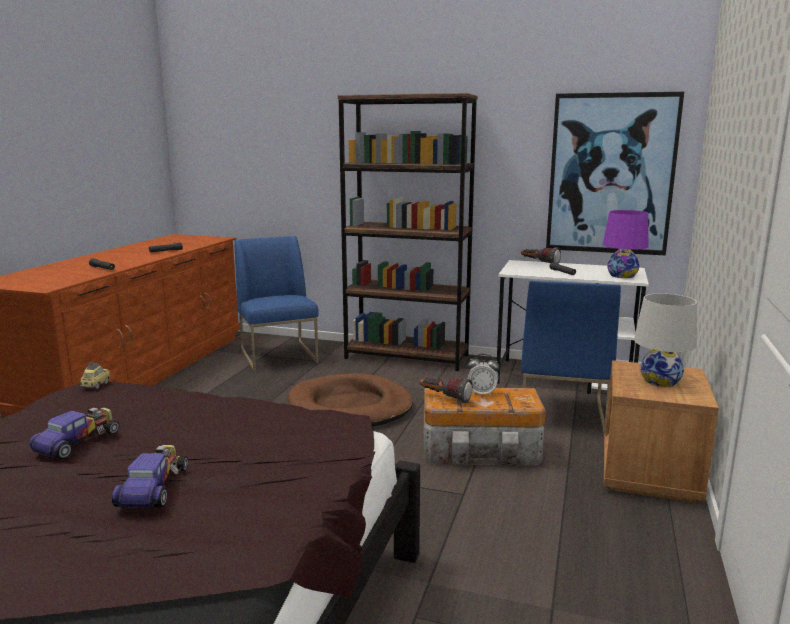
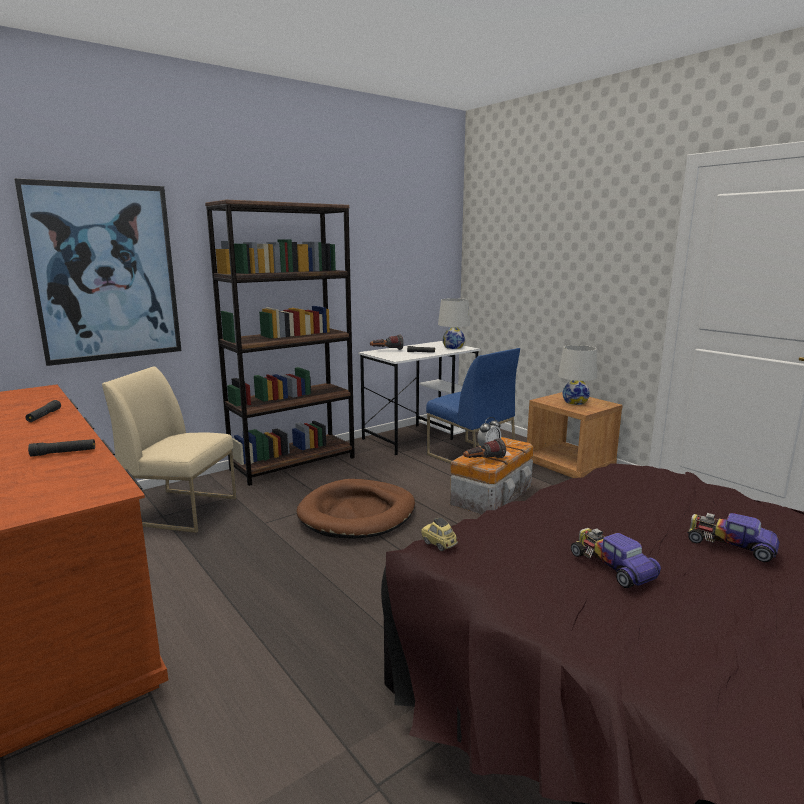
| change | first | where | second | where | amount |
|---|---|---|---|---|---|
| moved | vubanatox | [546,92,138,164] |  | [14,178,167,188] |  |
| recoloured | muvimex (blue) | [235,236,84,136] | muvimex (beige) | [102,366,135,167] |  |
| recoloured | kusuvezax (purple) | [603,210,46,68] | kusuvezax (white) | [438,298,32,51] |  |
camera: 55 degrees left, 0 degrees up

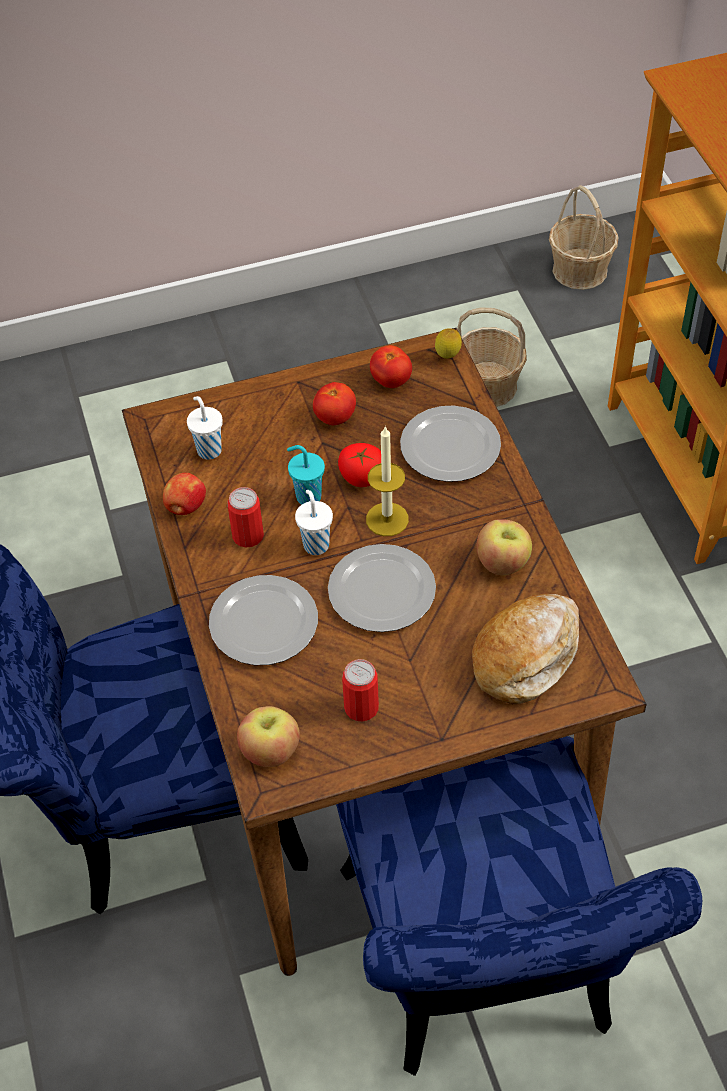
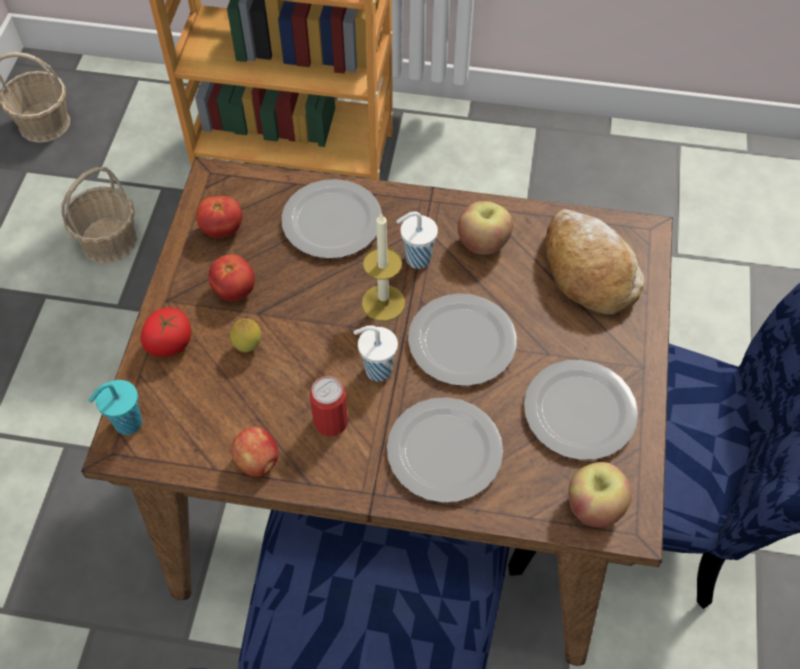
| change | first | where | second | where | amount |
|---|---|---|---|---|---|
| moved | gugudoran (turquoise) | [287,445,38,60] |  | [89,380,53,55] |  |
| moved | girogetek | [338,443,43,44] |  | [141,307,50,50] |  |
| moved | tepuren | [435,328,27,31] |  | [230,318,31,34] |  |
| moved | gugudoran (white) | [187,396,36,64] |  | [396,211,42,58] |  |
| replaced | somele | [342,659,37,62] | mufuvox | [524,360,114,100] |  |
camera: 65 degrees left, 5 degrees up

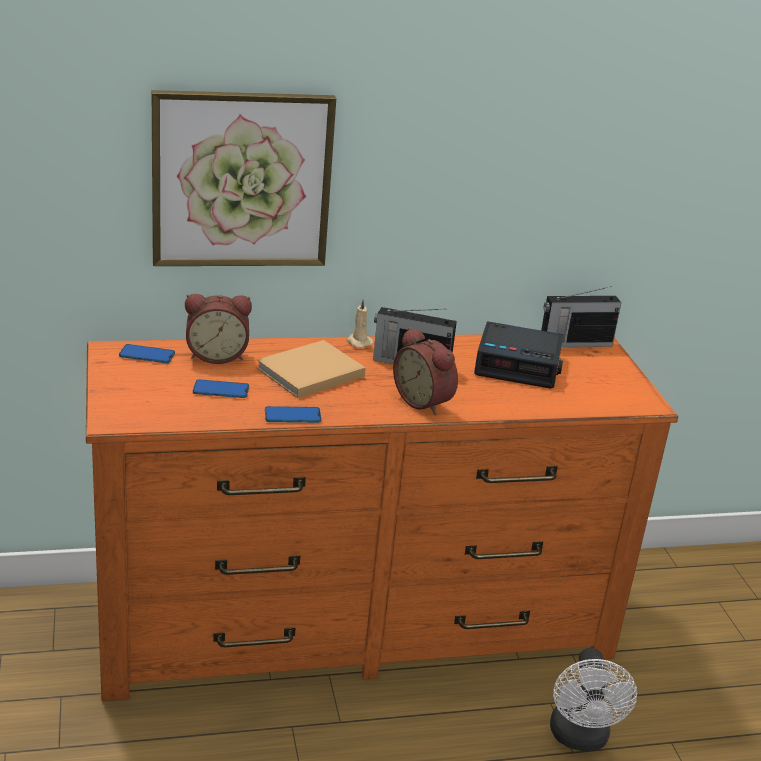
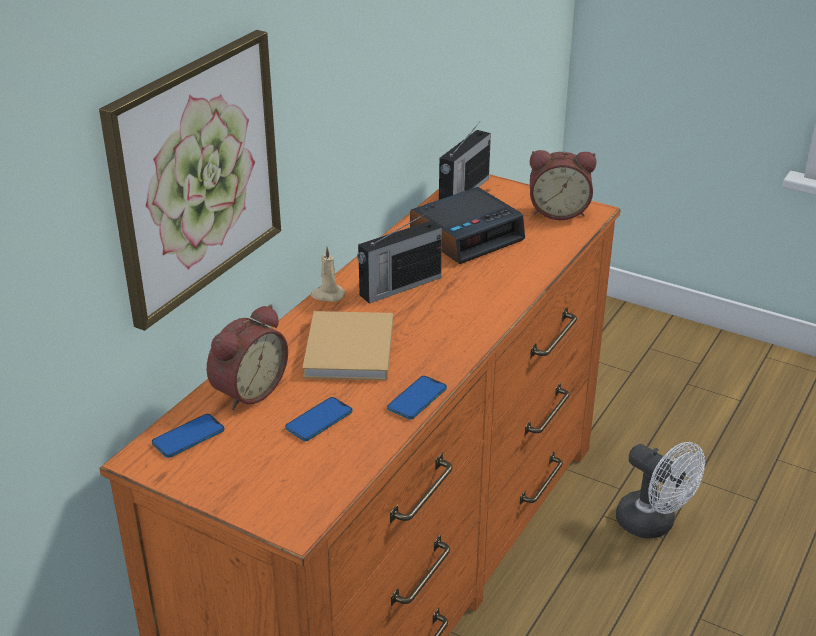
| change | first | where | second | where | amount |
|---|---|---|---|---|---|
| moved | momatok | [393,327,65,88] |  | [530,150,67,70] |  |
camera: 45 degrees left, 5 degrees up

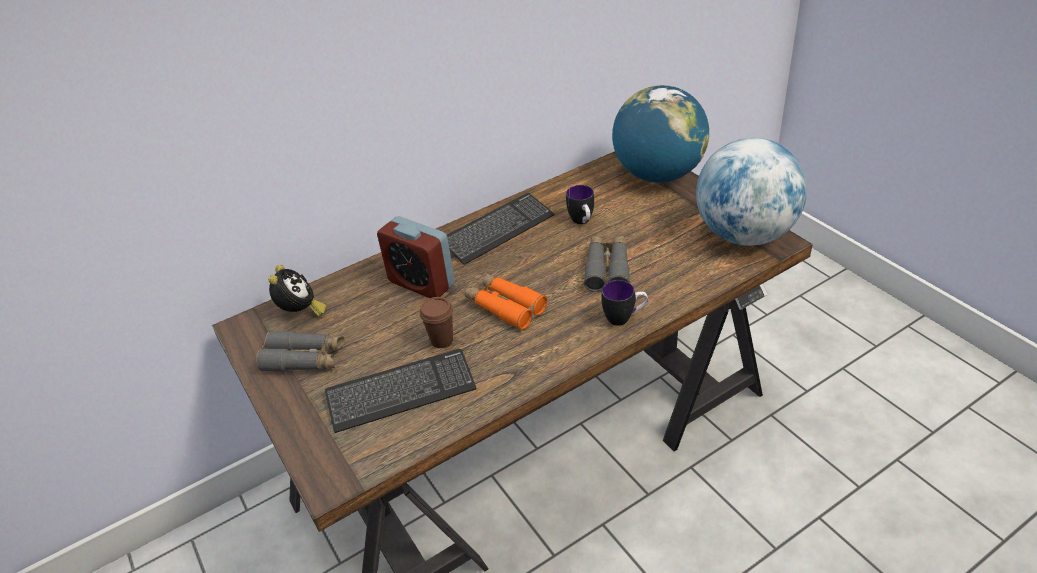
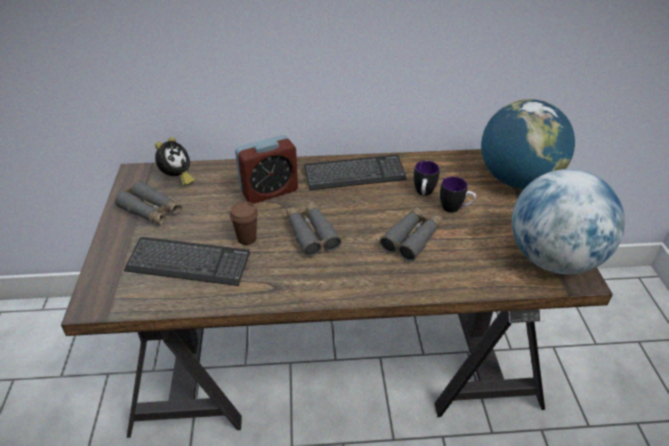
| change | first | where | second | where | amount |
|---|---|---|---|---|---|
| turned | momatok | [377,216,78,82] |  | [235,135,63,69] | 90 degrees counterclockwise |
| recoloured | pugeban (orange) | [465,273,82,57] | pugeban (grey) | [286,202,55,55] |  |
| moved | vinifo | [602,280,46,46] |  | [440,177,36,36] |  |
camera: 25 degrees right, 0 degrees up

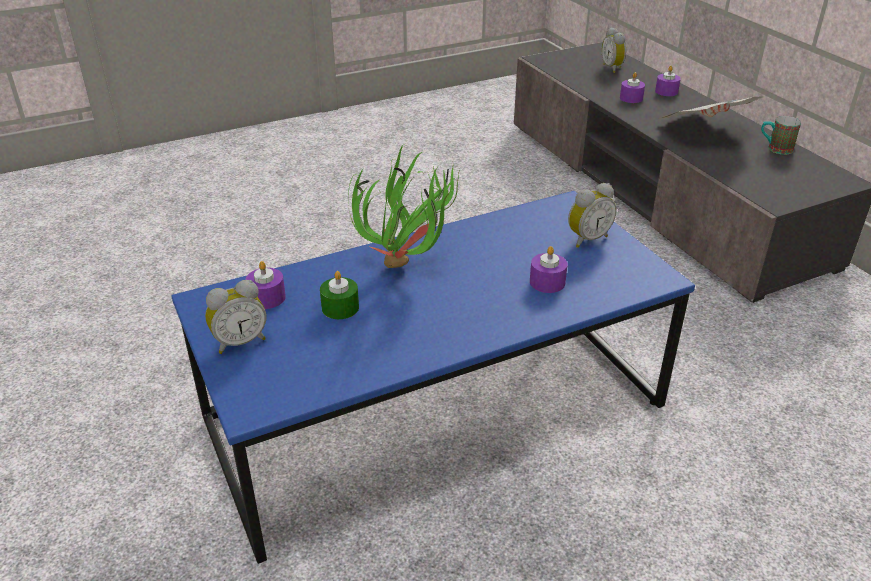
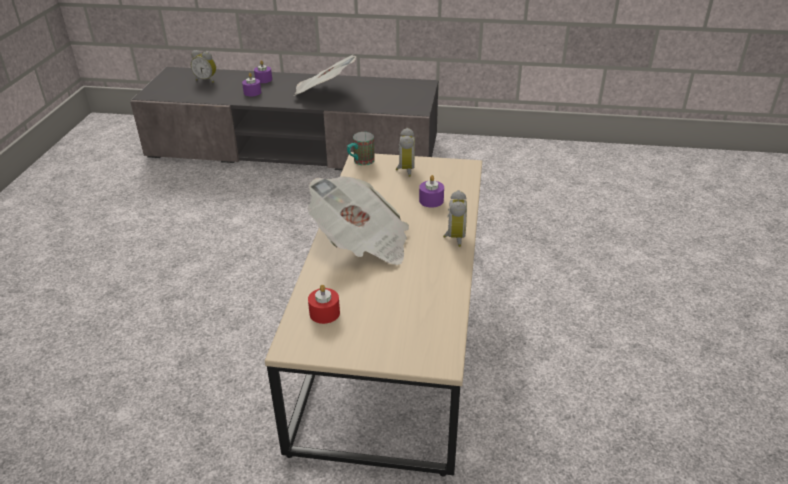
| change | first | where | second | where | amount |
|---|---|---|---|---|---|
| recoloured | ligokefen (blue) | [171,191,524,373] | ligokefen (beige) | [265,152,217,324] |  |
| replaced | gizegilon | [348,144,112,124] | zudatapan | [307,176,102,89] |  |
| recoloured | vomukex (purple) | [245,261,41,48] | vomukex (red) | [308,285,32,39] |  |
| moved | vinifo | [761,116,40,39] |  | [347,132,28,34] |  |
| moved | momatok | [205,280,62,74] |  | [443,190,24,57] |  |
| removed | vomukex (green) | [320,271,39,48] |  |  |  |
camera: 55 degrees left, 0 degrees up

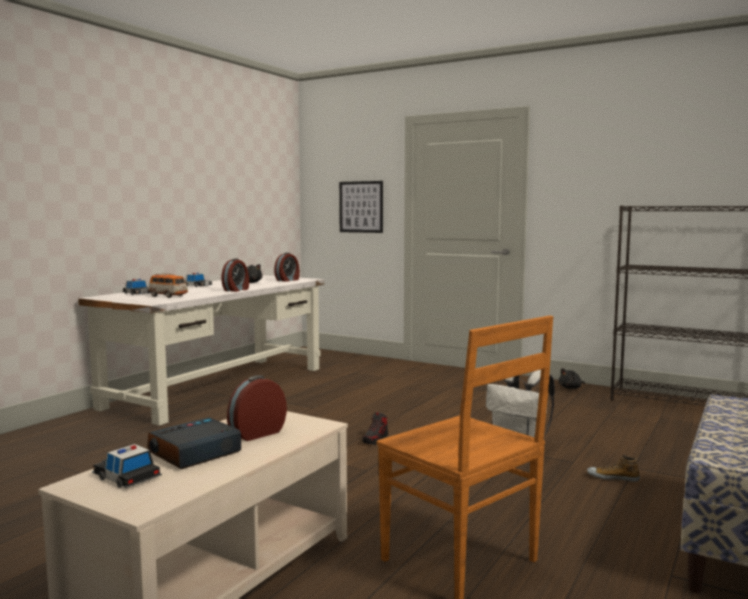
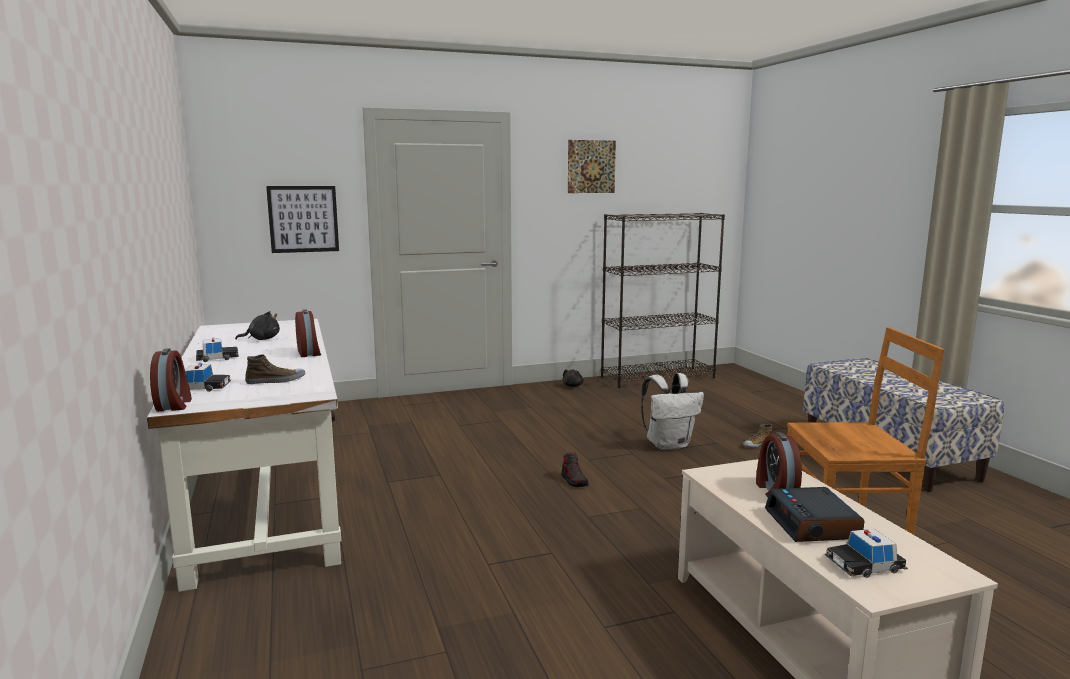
| change | first | where | second | where | amount |
|---|---|---|---|---|---|
| moved | momatok | [274,253,26,29] |  | [150,348,42,64] |  |
| replaced | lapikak | [148,273,40,25] | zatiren | [245,354,60,30] |  |
| added |  |  | vubanatox | [568,140,48,53] |  |
camera: 50 degrees left, 5 degrees up

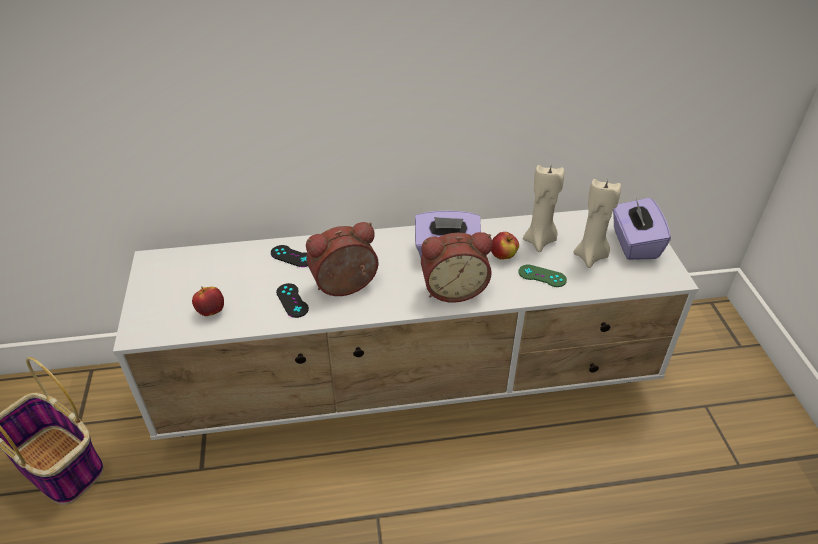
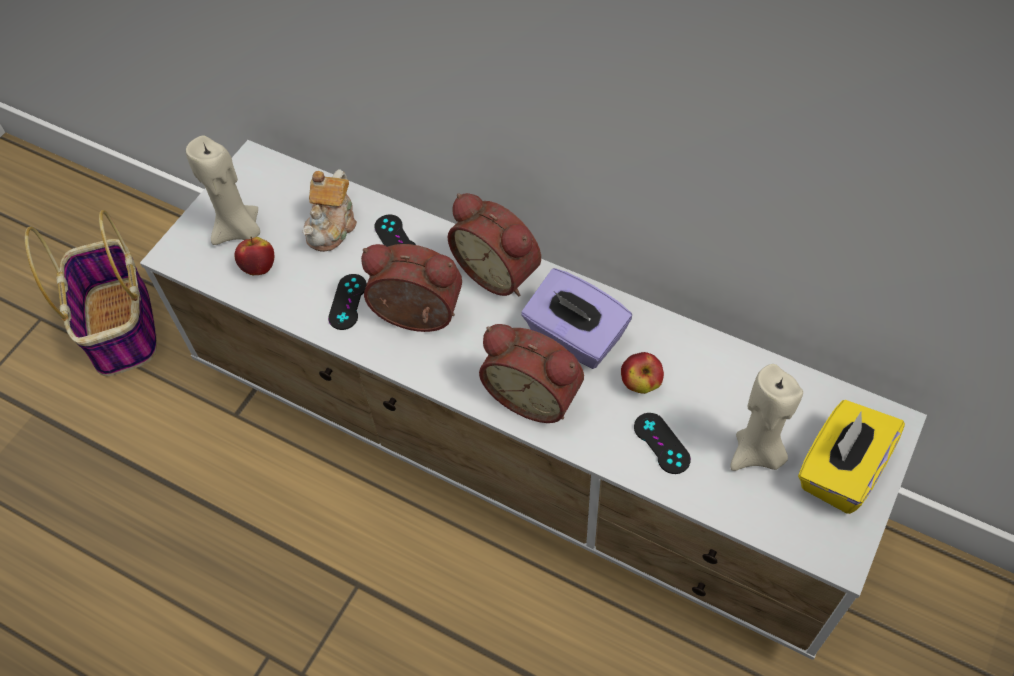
| change | first | where | second | where | amount |
|---|---|---|---|---|---|
| moved | vomukex (beige) | [523,165,41,87] |  | [186,136,74,109] |  |
| added |  |  | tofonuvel | [303,169,54,83] |  |
| added |  |  | momatok | [448,193,93,103] |  |
| recoloured | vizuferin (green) | [518,265,49,22] | vizuferin (black) | [634,413,57,61] |  |
| recoloured | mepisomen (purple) | [613,198,58,62] | mepisomen (yellow) | [798,400,107,114] |  |
camera: 40 degrees right, 15 degrees up

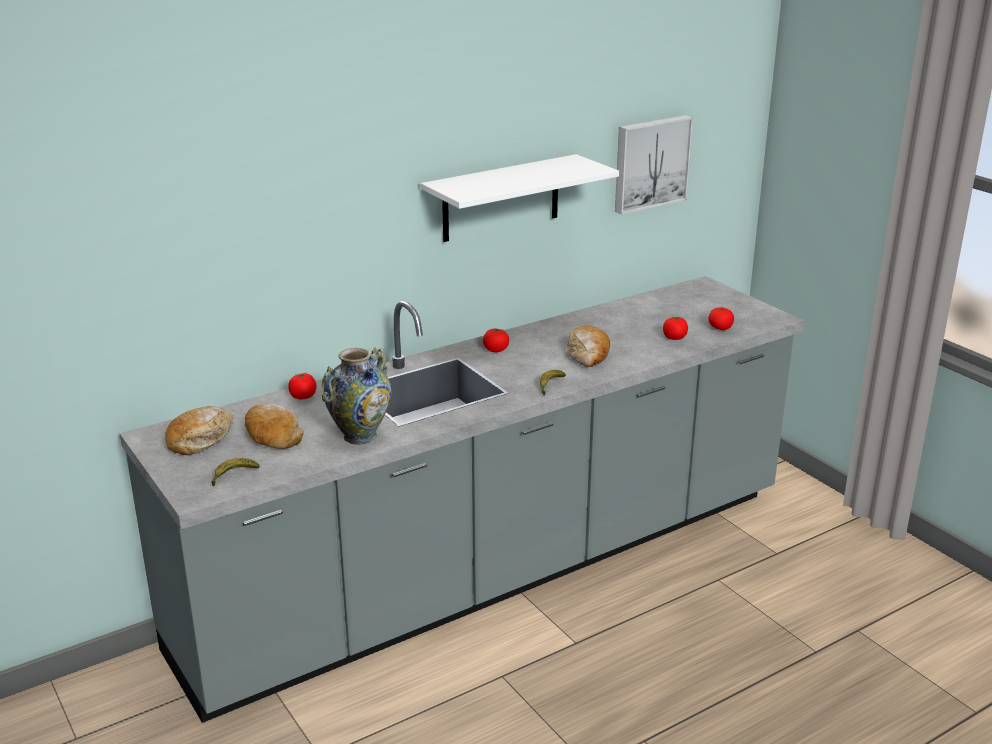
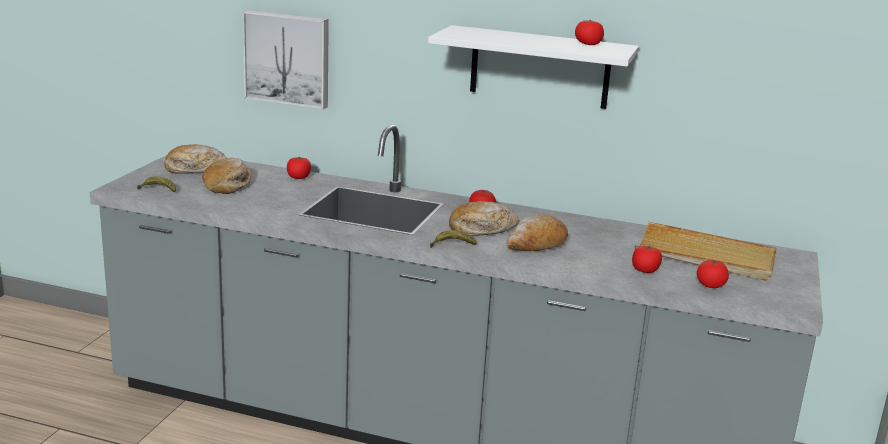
| change | first | where | second | where | amount |
|---|---|---|---|---|---|
| moved | vubanatox | [615,115,78,100] |  | [242,10,87,99] |  |
| added |  |  | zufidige | [449,201,69,35] |  |
| added |  |  | girogetek | [575,20,29,25] |  |
| added |  |  | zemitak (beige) | [635,222,142,59] |  |
| removed | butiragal | [321,348,70,97] |  |  |  |
camera: 50 degrees right, 5 degrees down

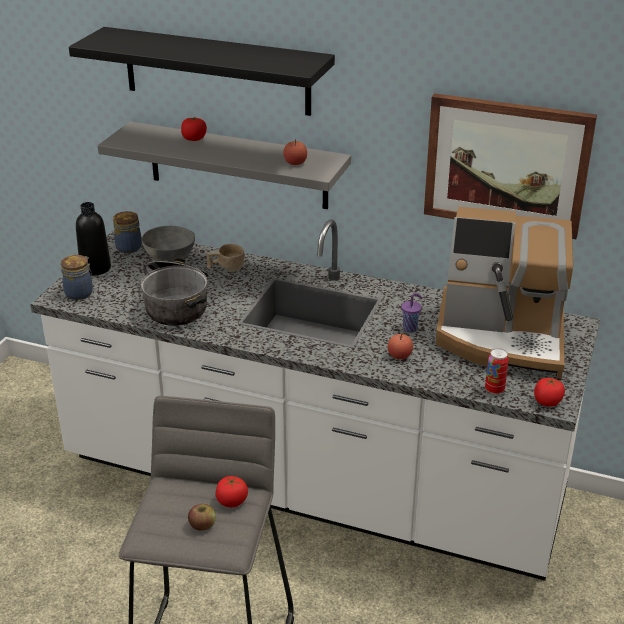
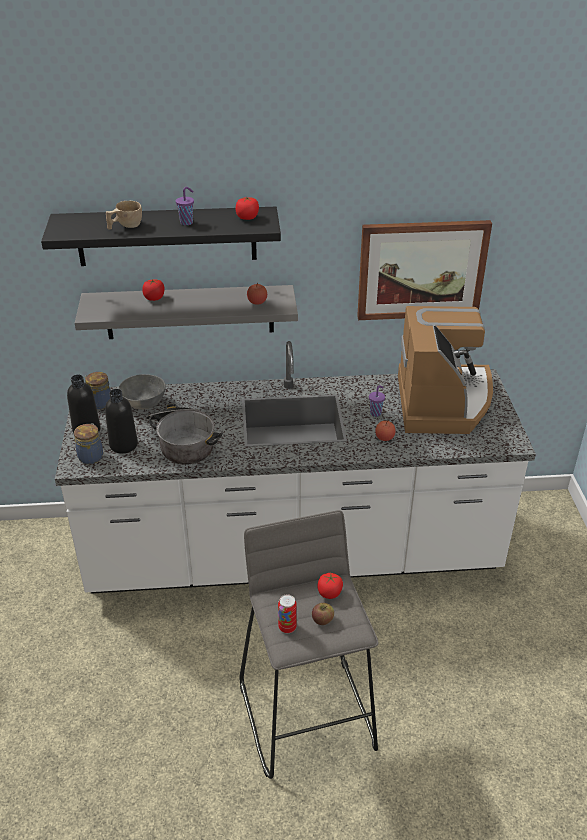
| change | first | where | second | where | amount |
|---|---|---|---|---|---|
| added |  |  | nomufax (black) | [105,389,33,64] |  |
| moved | gugudoran (beige) | [207,244,38,28] |  | [106,201,36,29] |  |
| added |  |  | gugudoran (purple) | [176,187,18,38] |  |
| moved | girogetek | [534,378,31,29] |  | [236,197,23,23] |  |
| moved | somele | [485,348,24,46] |  | [278,594,19,39] |  |
| turned | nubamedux | [436,207,137,172] |  | [398,306,95,128] | 75 degrees counterclockwise |
camera: 25 degrees left, 5 degrees up

